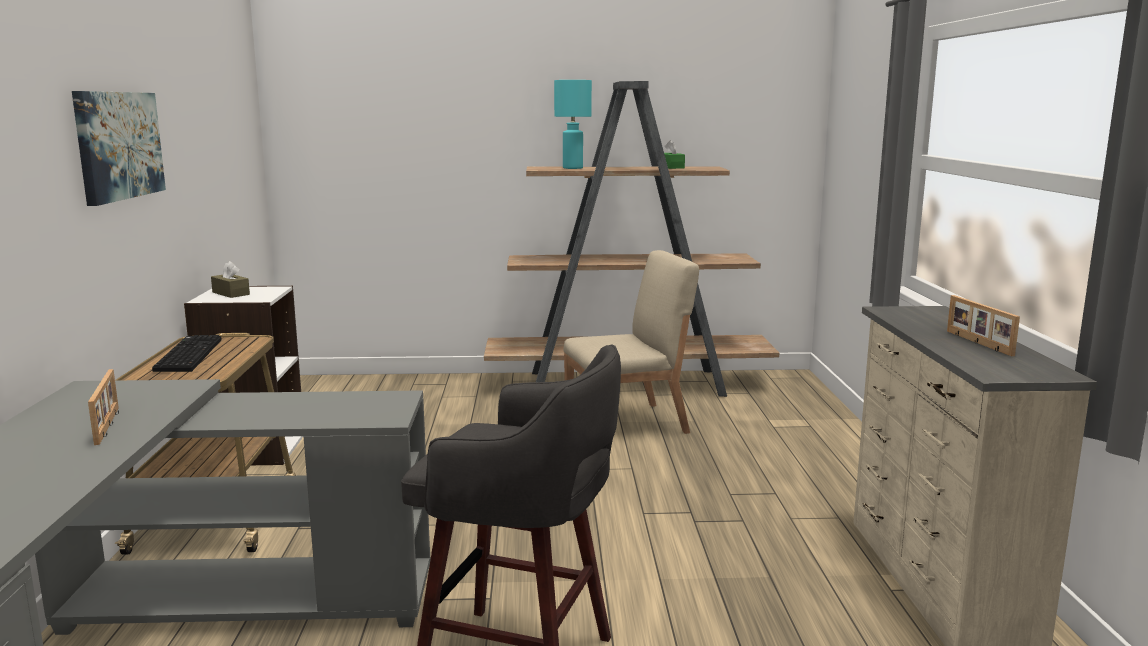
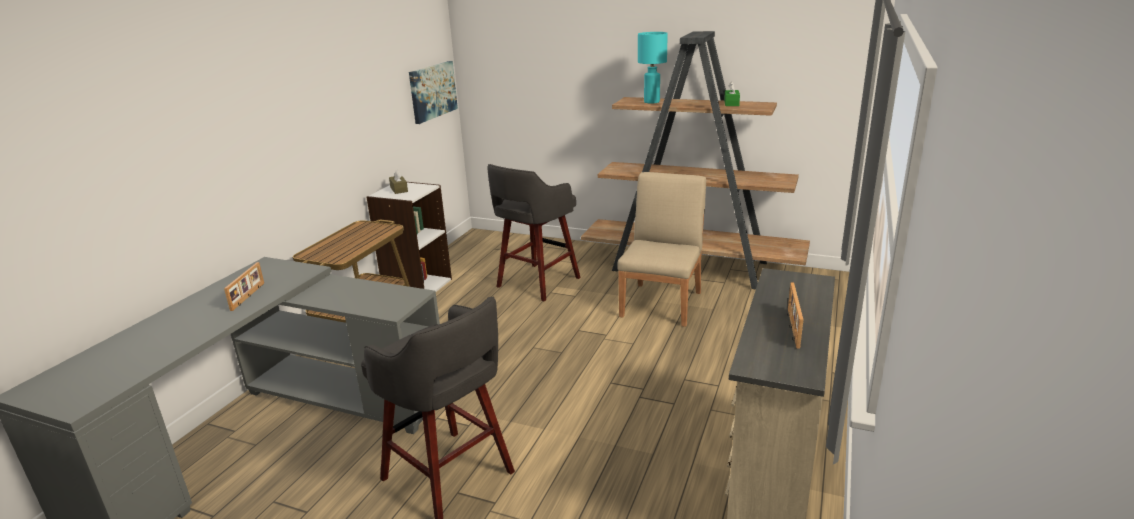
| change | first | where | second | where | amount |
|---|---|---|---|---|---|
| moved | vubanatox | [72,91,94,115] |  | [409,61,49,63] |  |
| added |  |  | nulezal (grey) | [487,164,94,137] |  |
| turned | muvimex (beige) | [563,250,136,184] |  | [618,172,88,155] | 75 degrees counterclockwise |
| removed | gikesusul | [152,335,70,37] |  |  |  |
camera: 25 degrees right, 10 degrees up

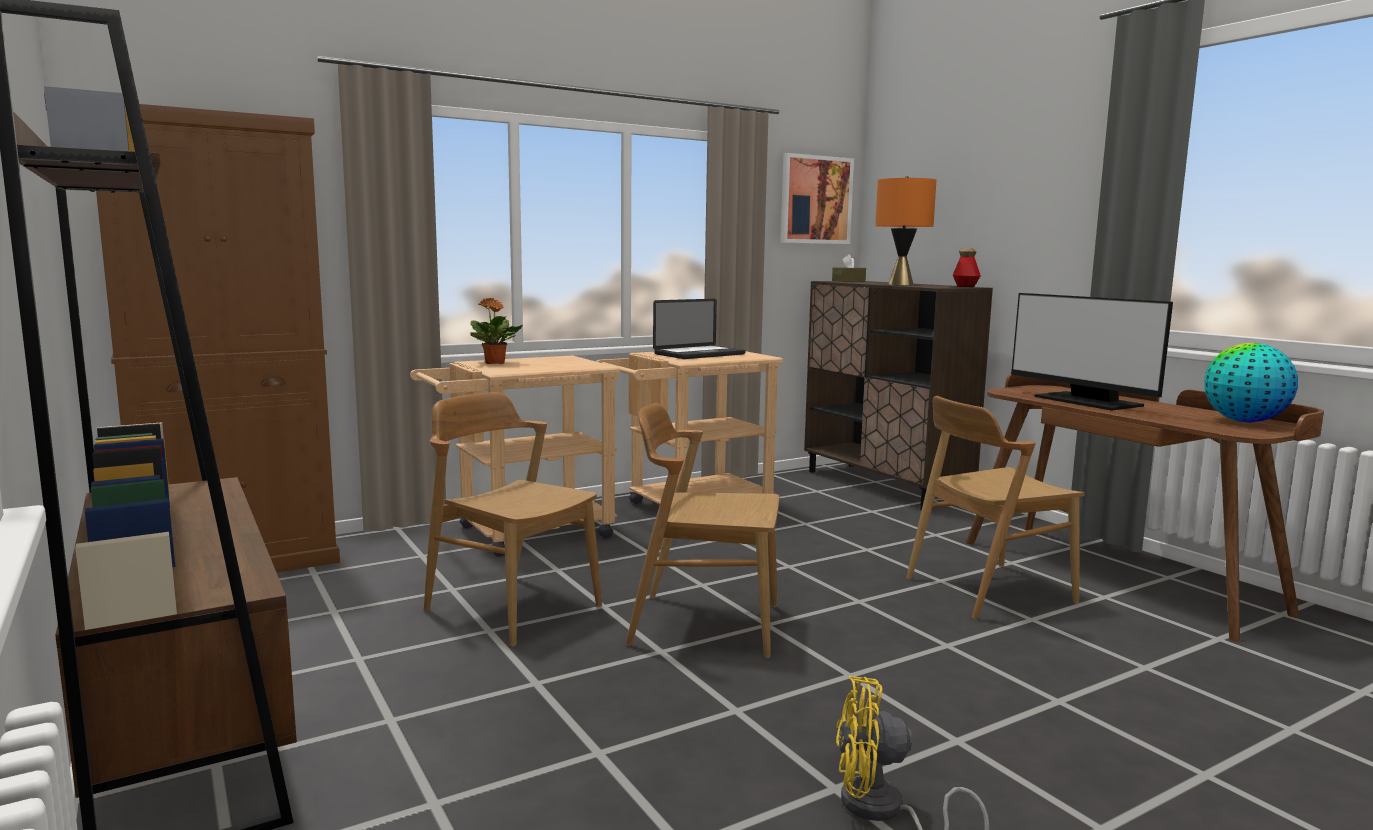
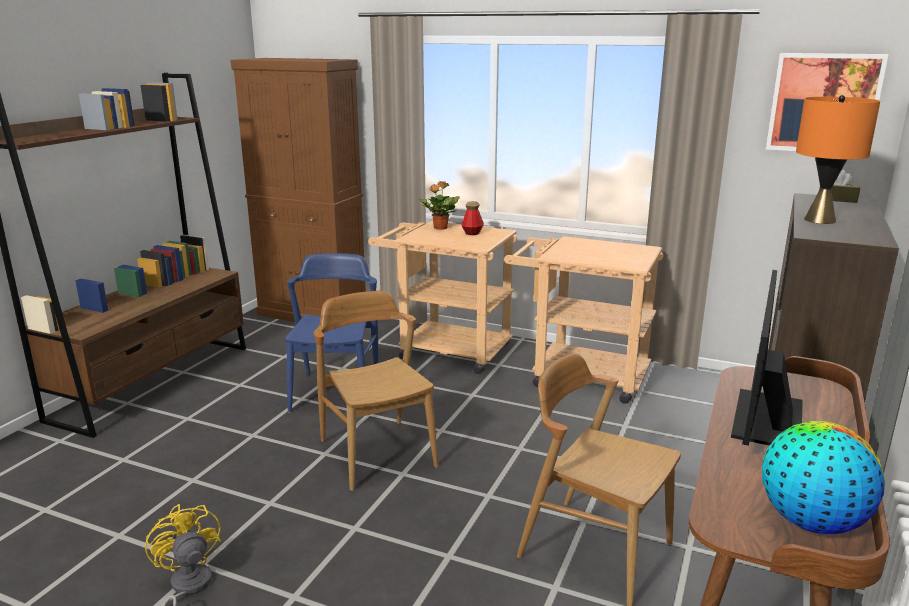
| change | first | where | second | where | amount |
|---|---|---|---|---|---|
| recoloured | muvimex (brown) | [424,392,178,255] | muvimex (blue) | [285,253,94,160] |  |
| moved | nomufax | [953,248,28,39] |  | [462,201,22,34] |  |
| removed | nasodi | [653,299,92,60] |  |  |  |
camera: 55 degrees right, 10 degrees up

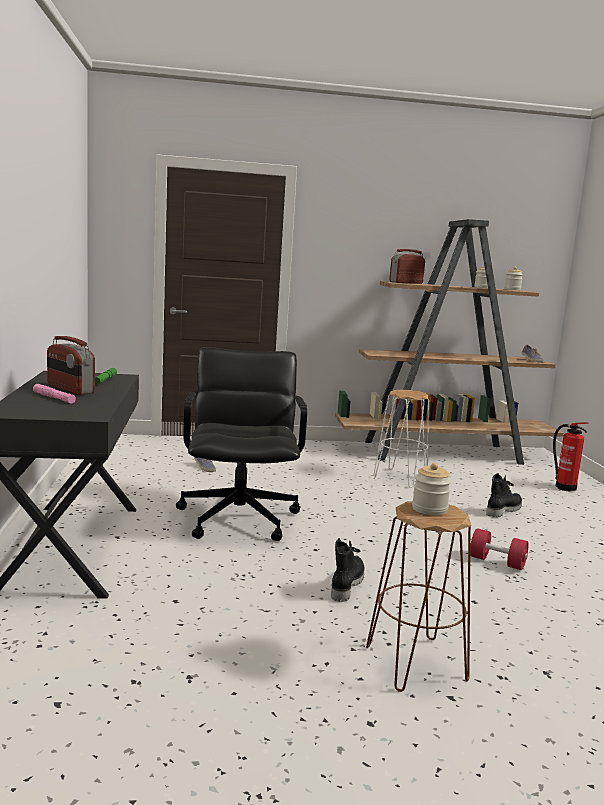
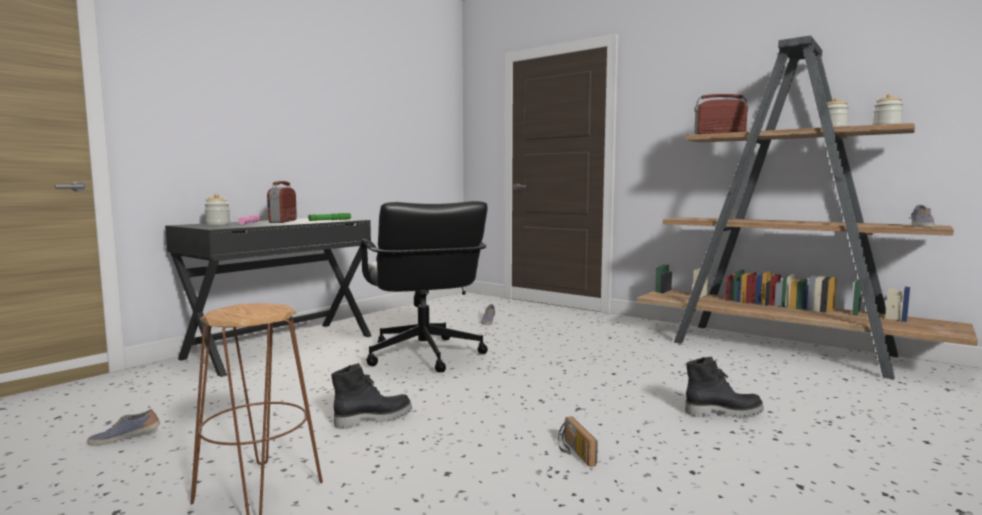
| change | first | where | second | where | amount |
|---|---|---|---|---|---|
| added |  |  | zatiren | [87,409,73,37] |  |
| moved | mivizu | [412,463,39,52] |  | [204,194,26,31] |  |
| turned | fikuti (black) | [176,347,131,194] |  | [361,201,127,172] | 120 degrees clockwise |
| replaced | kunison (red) | [470,528,59,42] | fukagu | [558,416,40,51] |  |
| removed | nulezal (white) | [373,389,56,99] |  |  |  |
| removed | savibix | [553,422,36,70] |  |  |  |
camera: 45 degrees right, 5 degrees down

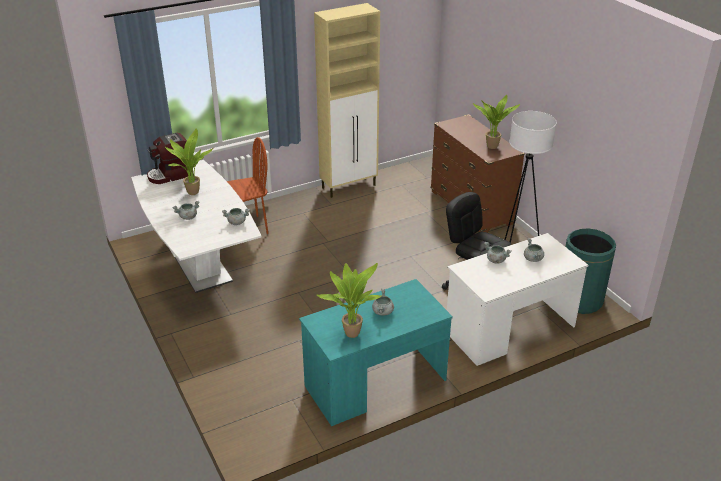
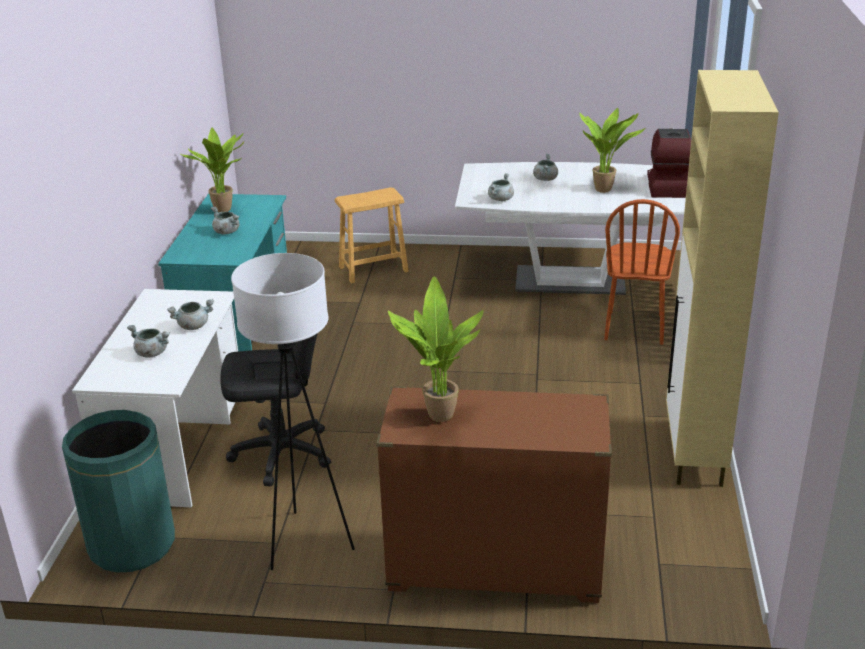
| change | first | where | second | where | amount |
|---|---|---|---|---|---|
| added |  |  | nulezal (brown) | [335,188,74,96] |  |
camera: 125 degrees right, 5 degrees down

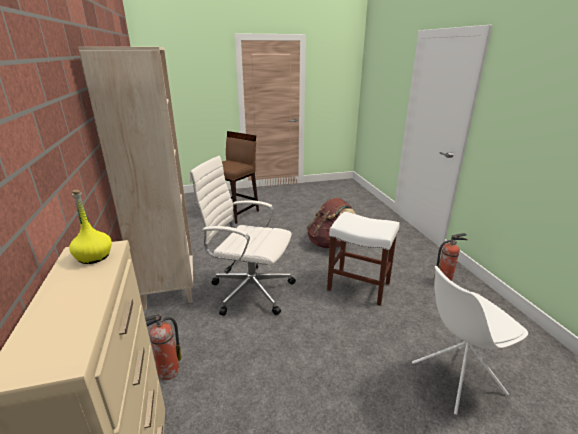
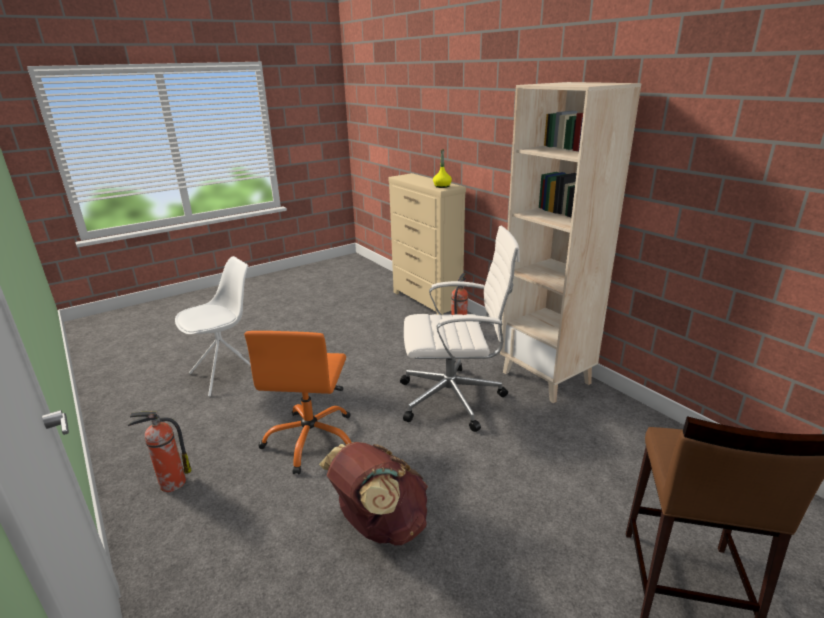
| change | first | where | second | where | amount |
|---|---|---|---|---|---|
| replaced | nulezal (white) | [327,212,73,94] | fikuti (orange) | [244,331,108,144] |  |
camera: 160 degrees right, 0 degrees up

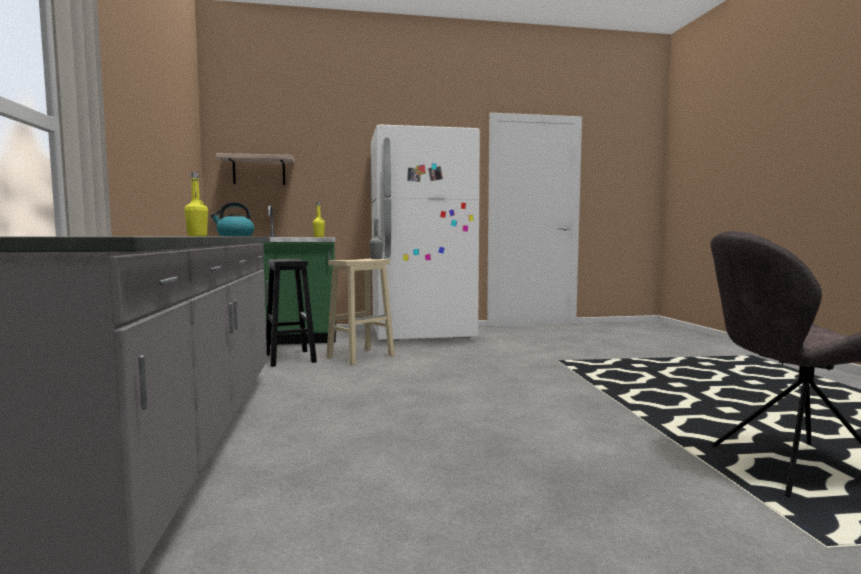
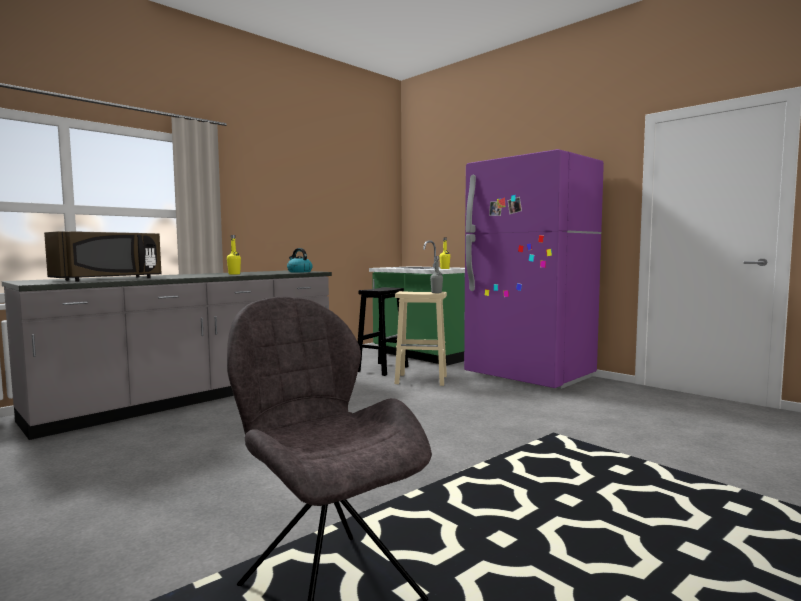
| change | first | where | second | where | amount |
|---|---|---|---|---|---|
| added |  |  | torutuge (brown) | [44,231,118,51] |  |
| recoloured | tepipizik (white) | [371,124,109,217] | tepipizik (purple) | [464,149,140,240] |  |
| removed | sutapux | [216,153,79,32] |  |  |  |
camera: 55 degrees right, 0 degrees up

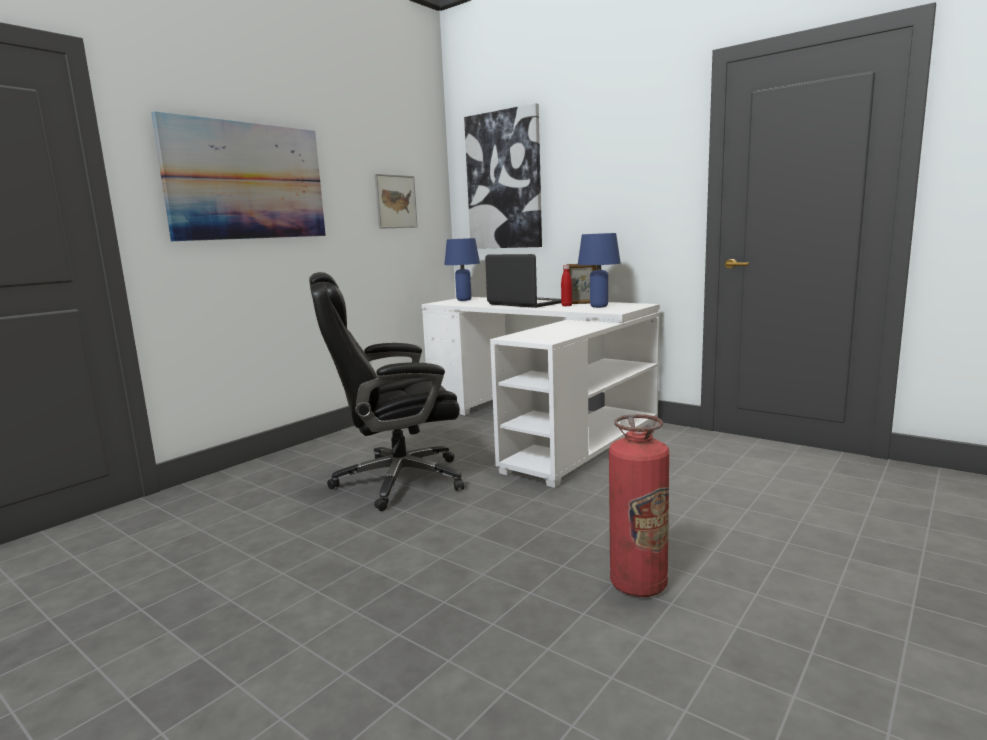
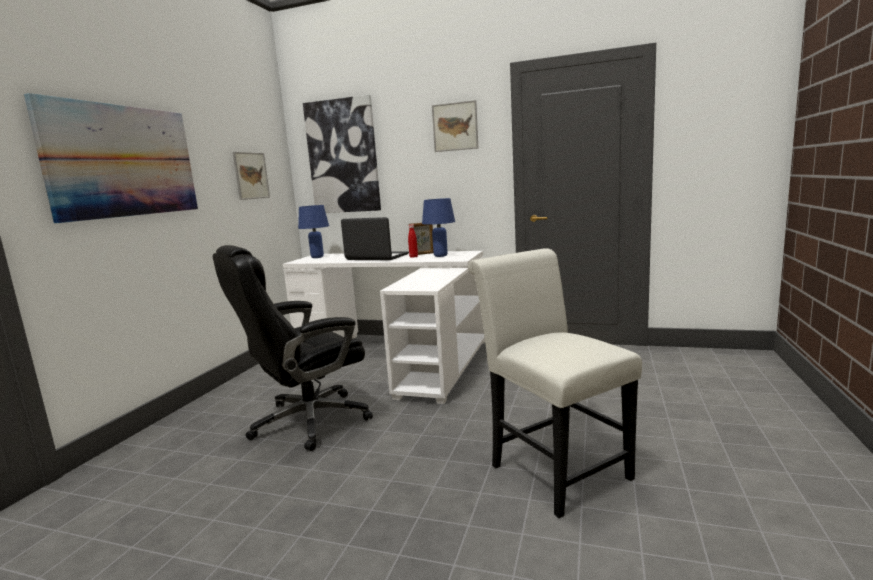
| change | first | where | second | where | amount |
|---|---|---|---|---|---|
| added |  |  | vubanatox | [432,100,46,52] |  |
| replaced | savibix | [609,414,60,183] | muvimex (white) | [468,248,174,270] |  |
camera: 20 degrees left, 0 degrees up

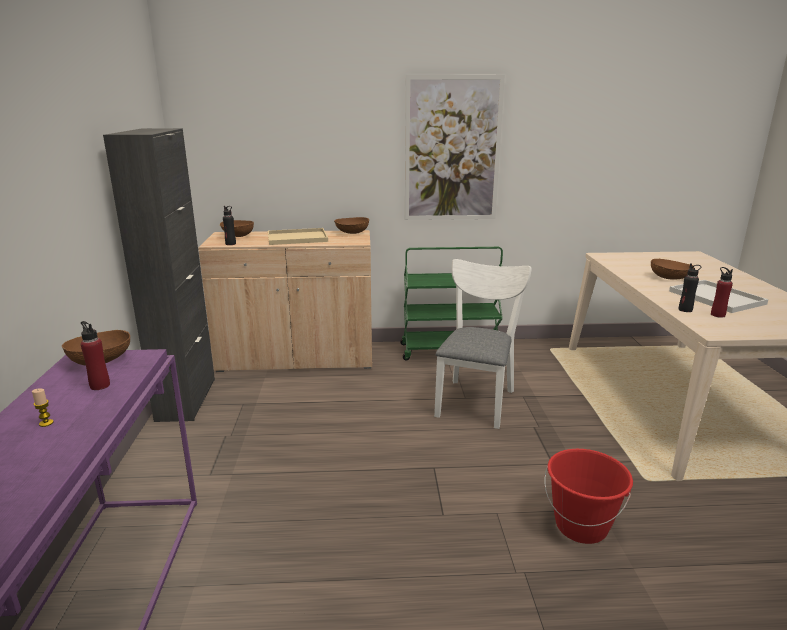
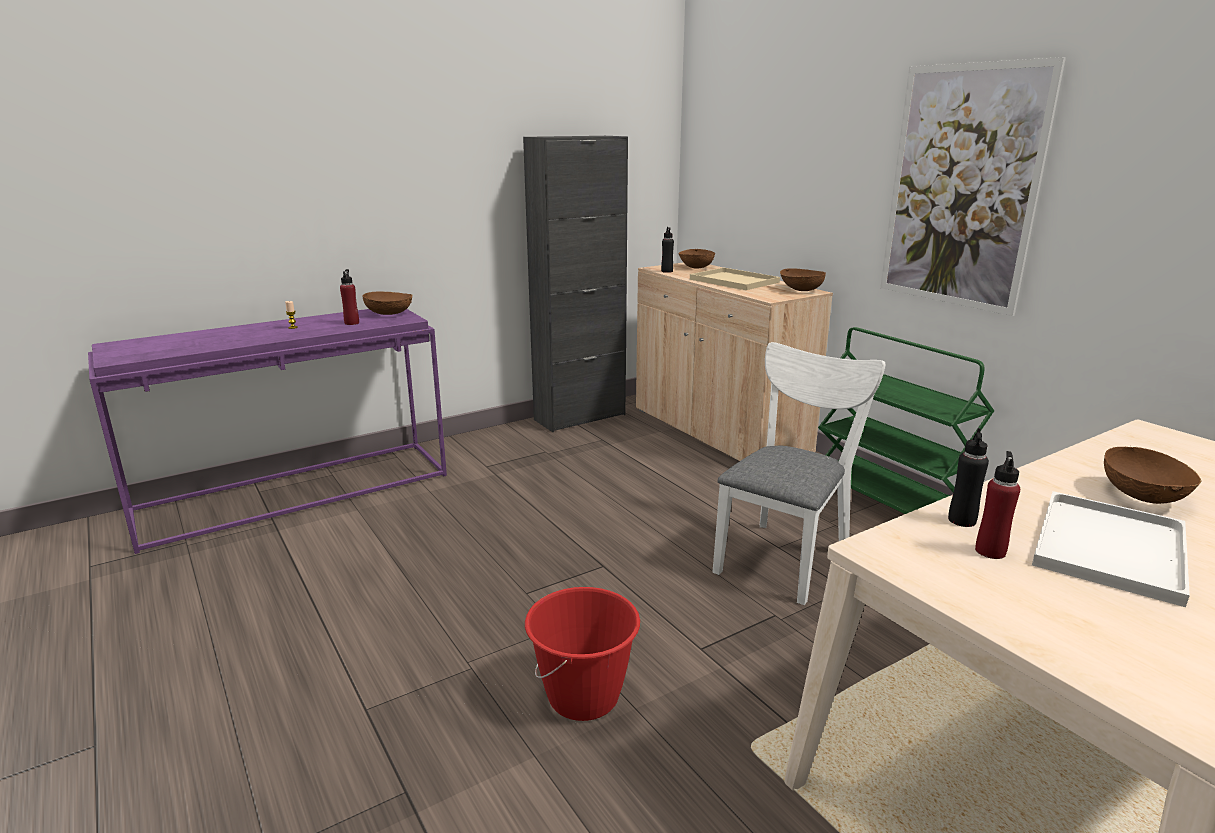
| change | first | where | second | where | amount |
|---|---|---|---|---|---|
| turned | muvimex (white) | [434,259,97,170] |  | [712,342,174,263] | 45 degrees counterclockwise |
camera: 60 degrees right, 0 degrees up

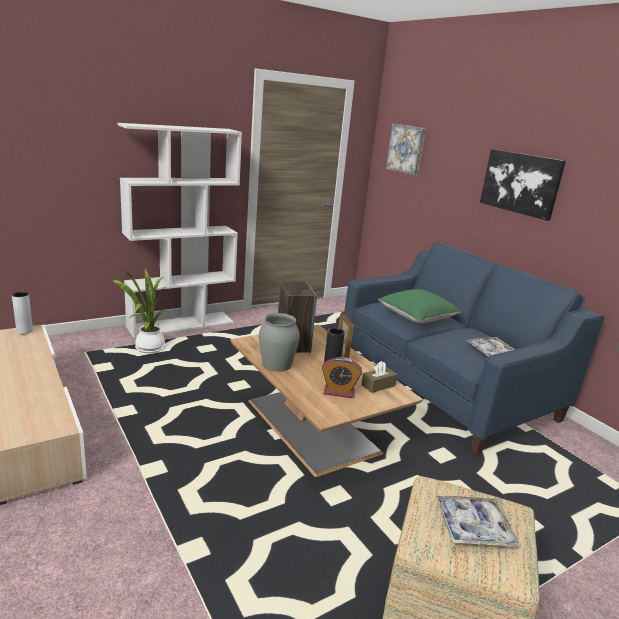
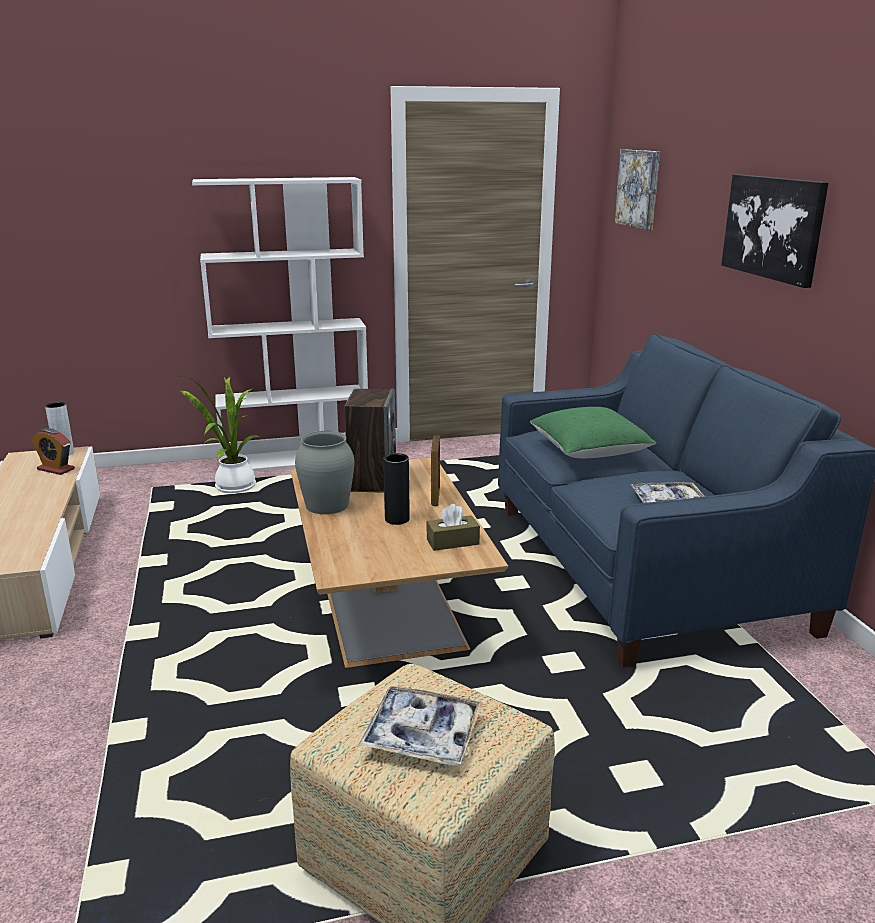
| change | first | where | second | where | amount |
|---|---|---|---|---|---|
| moved | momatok | [322,357,40,41] |  | [31,428,44,47] |  |
camera: 20 degrees right, 0 degrees up

